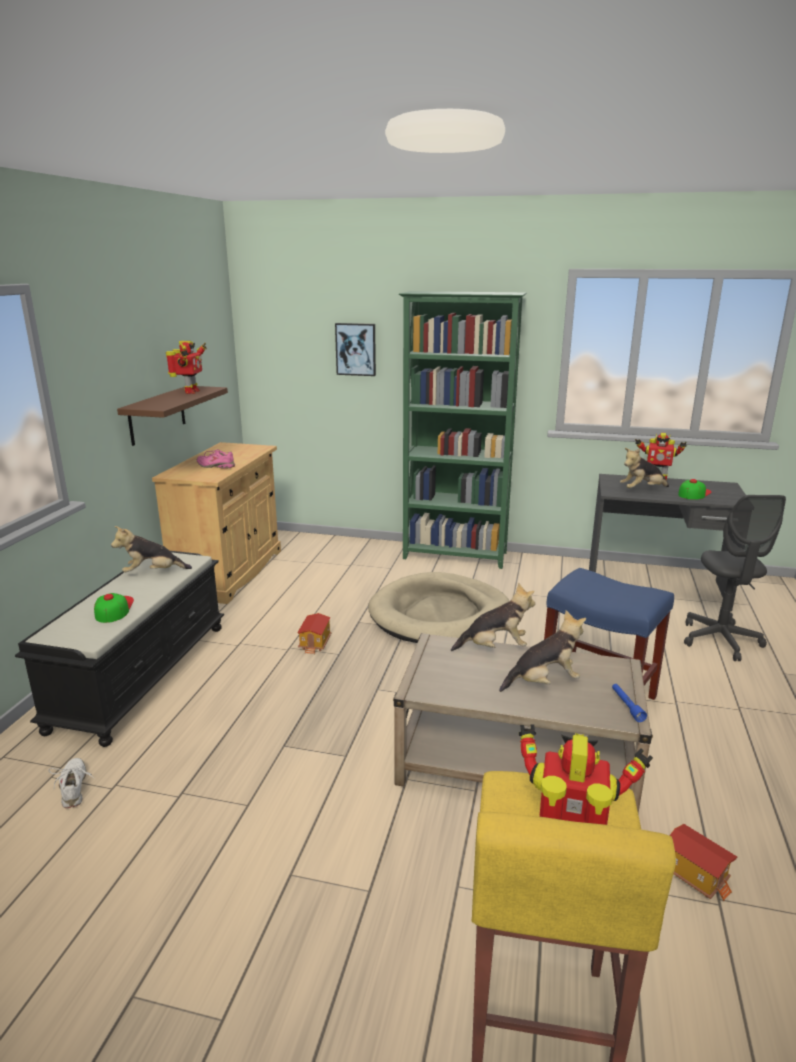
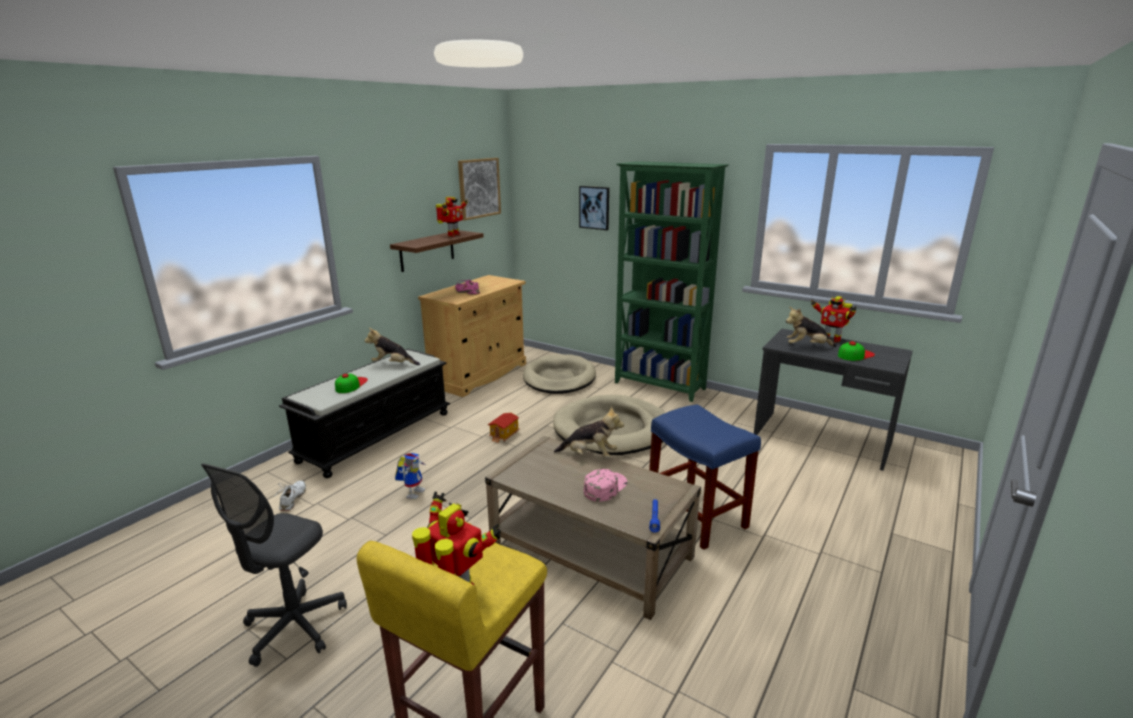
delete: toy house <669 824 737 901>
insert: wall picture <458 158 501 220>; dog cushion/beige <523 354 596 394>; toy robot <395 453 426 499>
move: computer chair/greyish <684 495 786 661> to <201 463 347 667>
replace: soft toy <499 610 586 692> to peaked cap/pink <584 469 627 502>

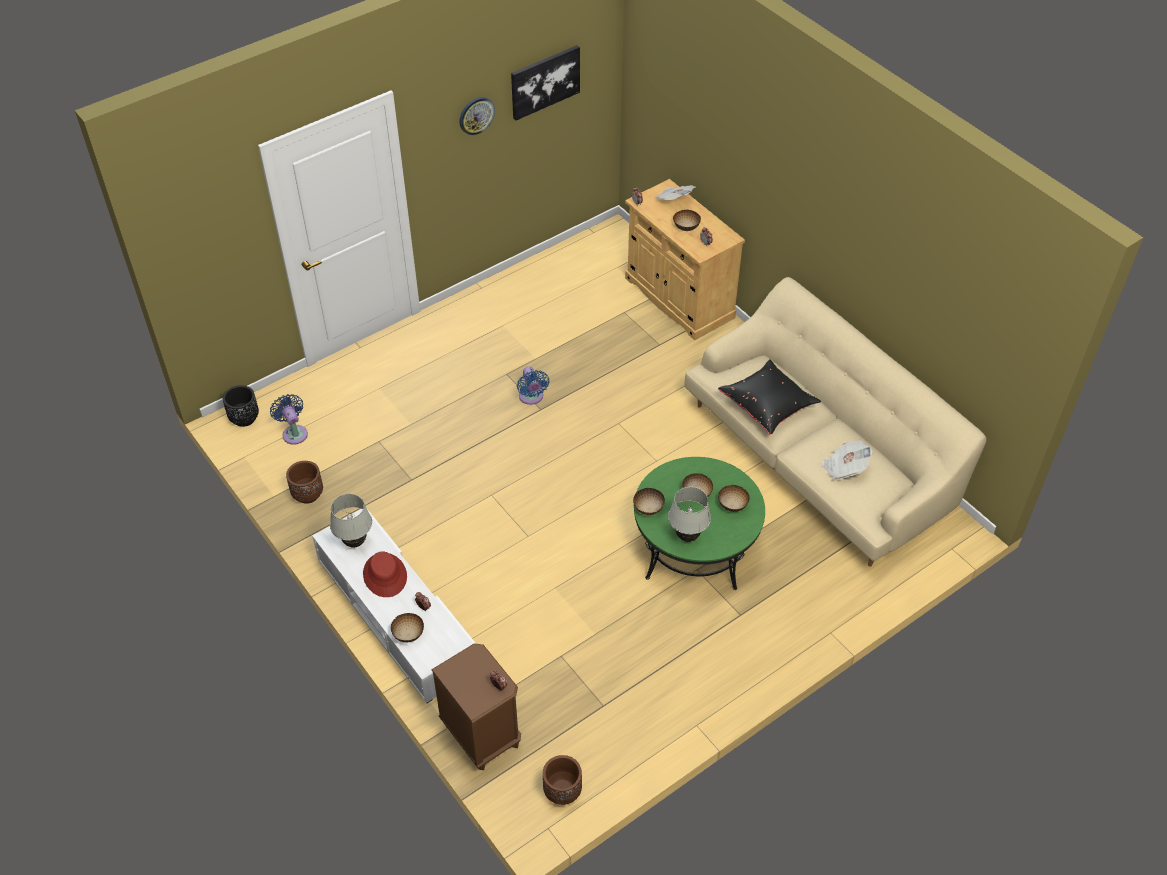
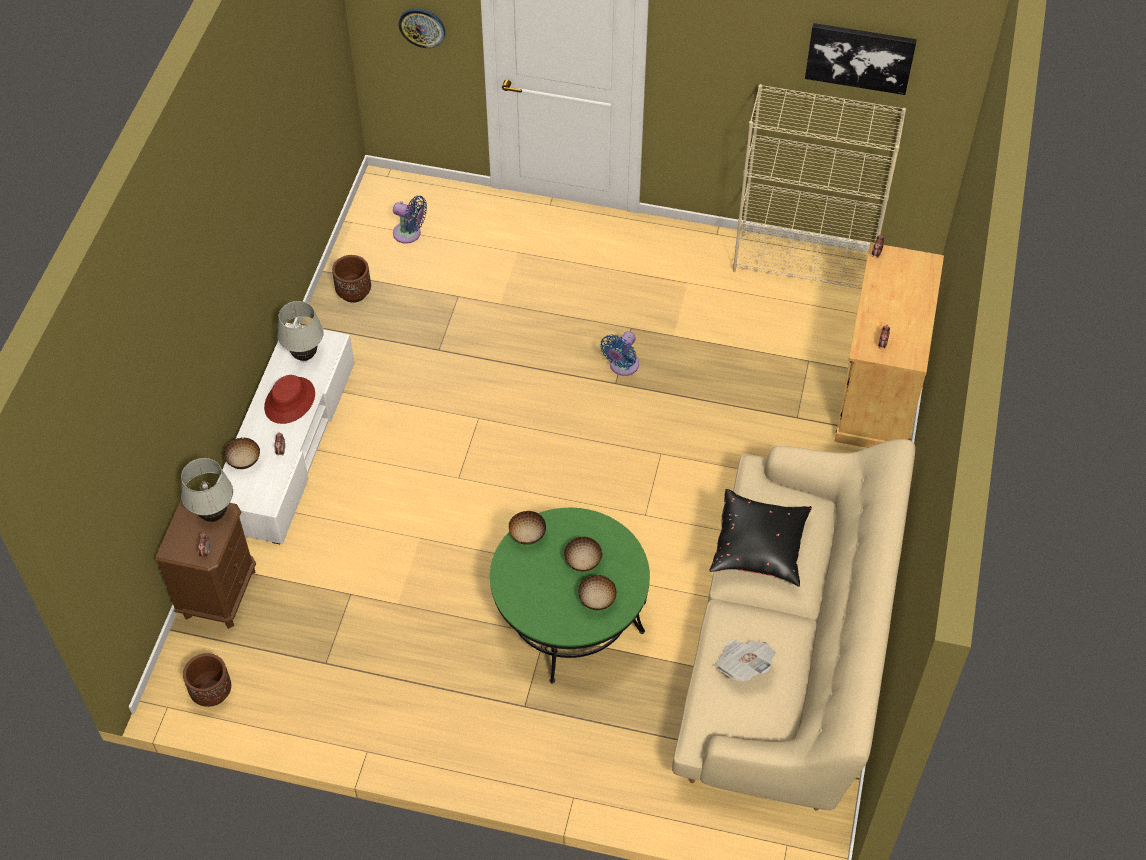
delete: printed paper <655 185 695 200>; deep dish <673 210 701 231>; planter/black-coloured <223 385 259 427>
insert: shelving unit/beige <733 84 906 289>
move: clock on the wall <460 97 495 135> to <399 8 445 48>; table lamp/white-coloured <668 487 711 542> to <181 458 233 522>
rotate: fan/blue <270 394 308 445> = <393 196 427 244> 90 degrees clockwise

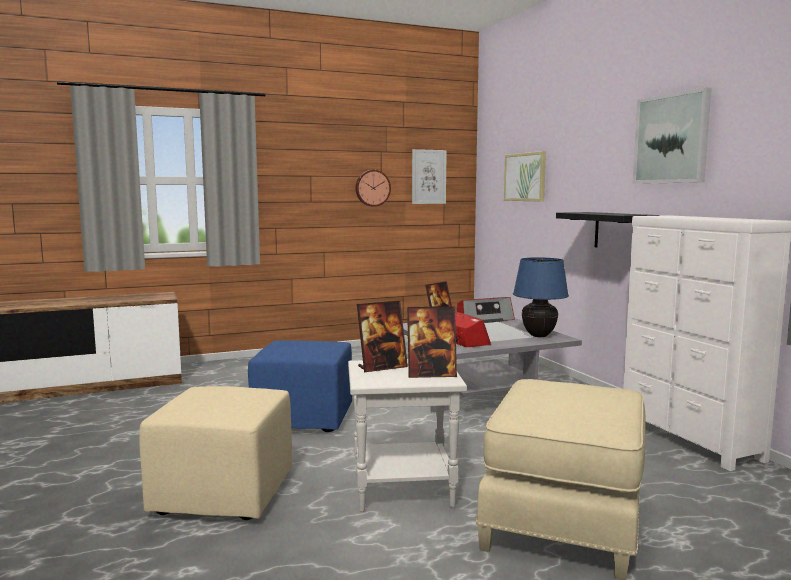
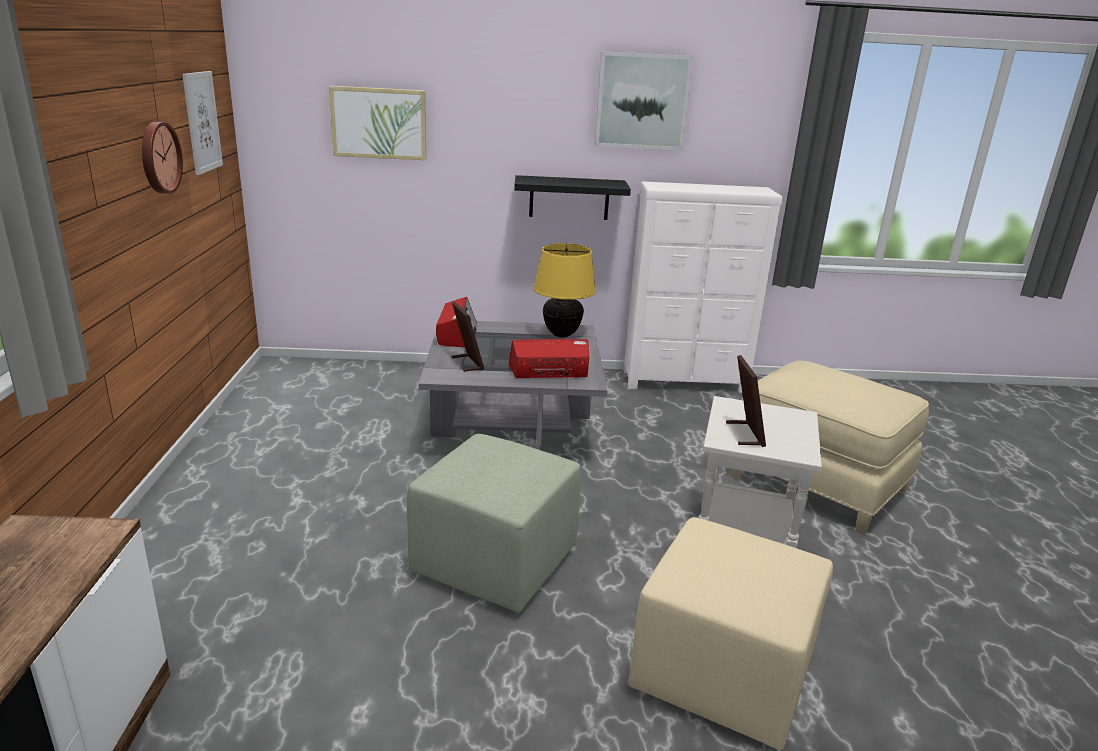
delete: photo frame <407 306 457 378>
recolor: table lamp/blue <513 257 569 337> to table lamp/yellow-coloured <533 243 596 338>; ottoman/blue <248 340 352 432> to ottoman/green <407 434 581 614>

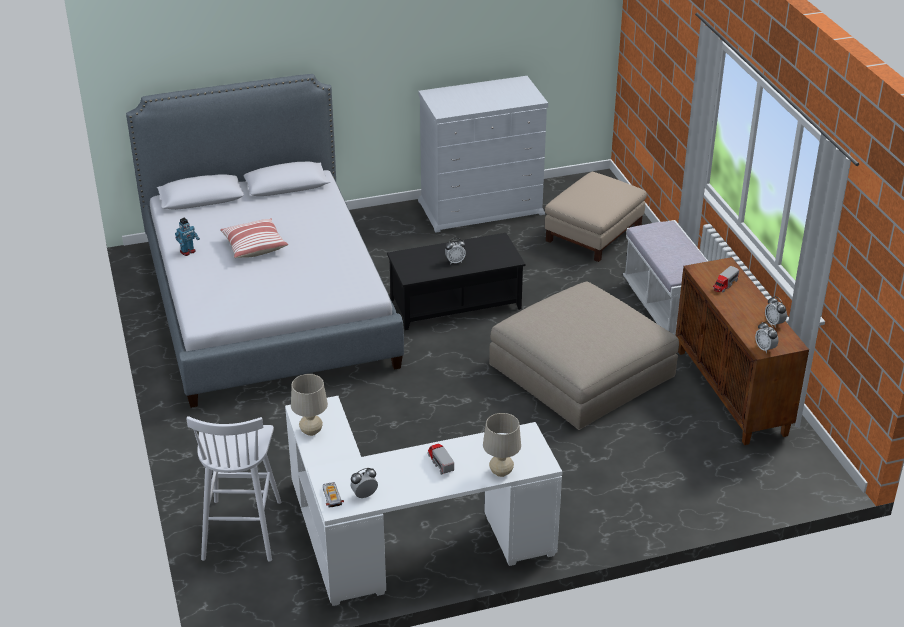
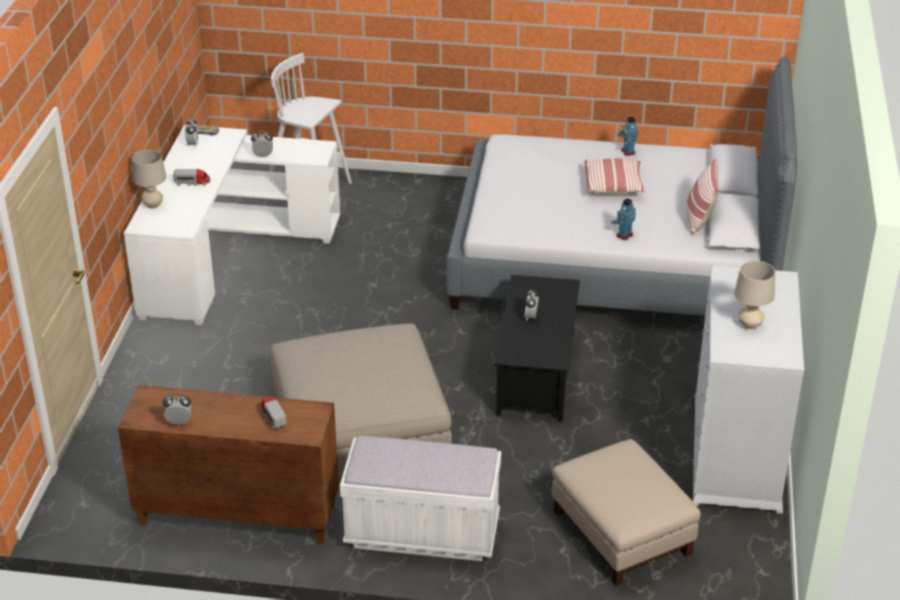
insert: pillow <686 158 719 235>; toy robot <611 198 636 240>
move: bedside clock <755 321 778 353> to <251 131 273 157>; table lamp/beige <291 374 328 436> to <734 261 775 329>

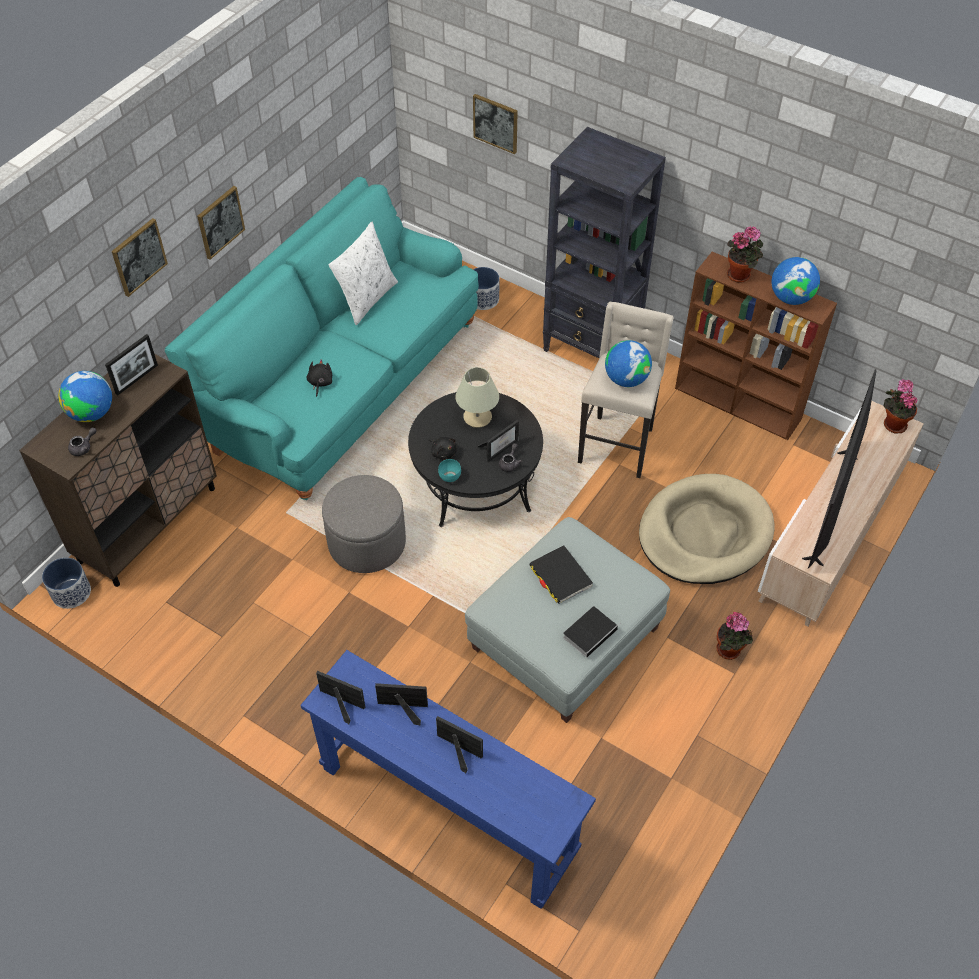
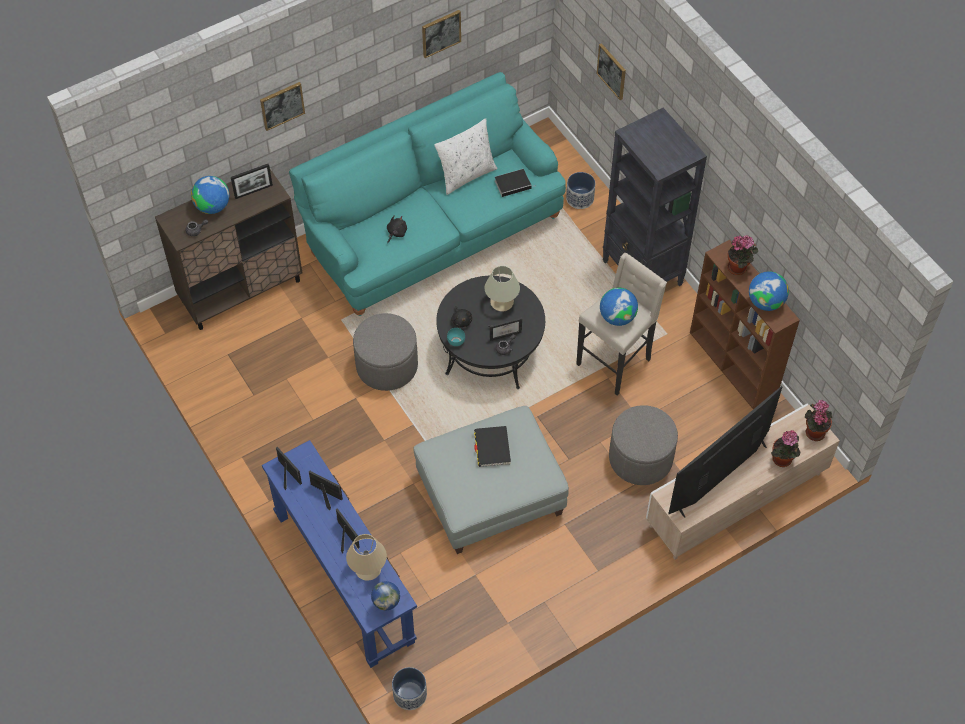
insert: table lamp/beige <346 534 387 581>; globe <371 581 400 611>
move: wall picture <197 186 245 260> to <422 10 461 58>; planter <42 557 91 609> to <392 667 427 710>; volume <563 606 621 658> to <495 169 536 197>; houseplant <716 612 753 660> to <771 430 801 467>
replace: dog cushion/beige <639 474 775 584> to ottoman/greyish <609 405 678 485>

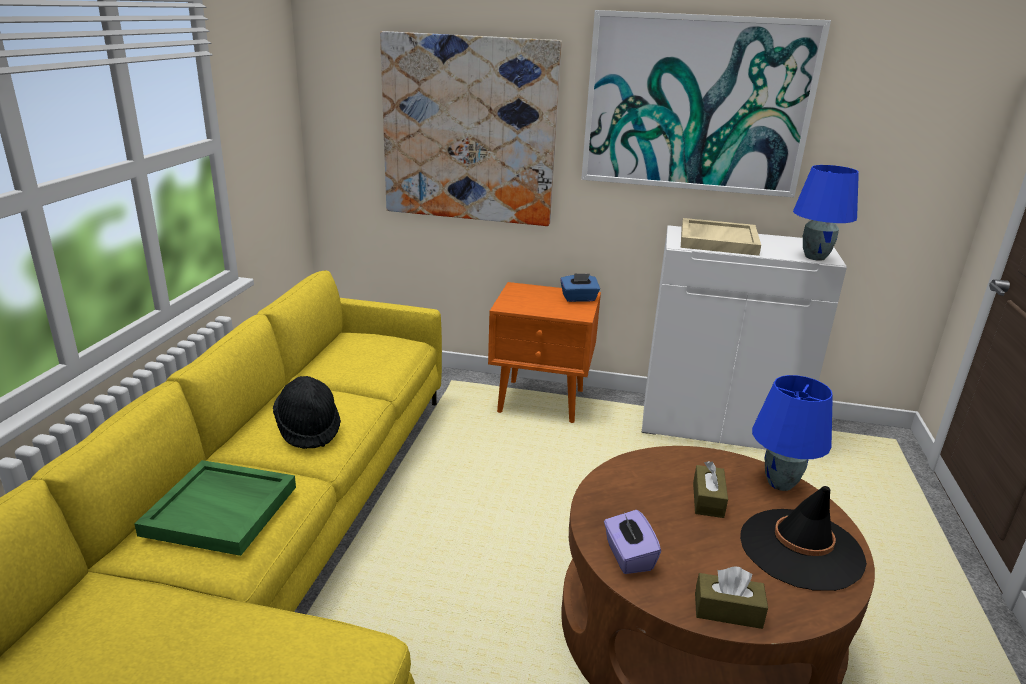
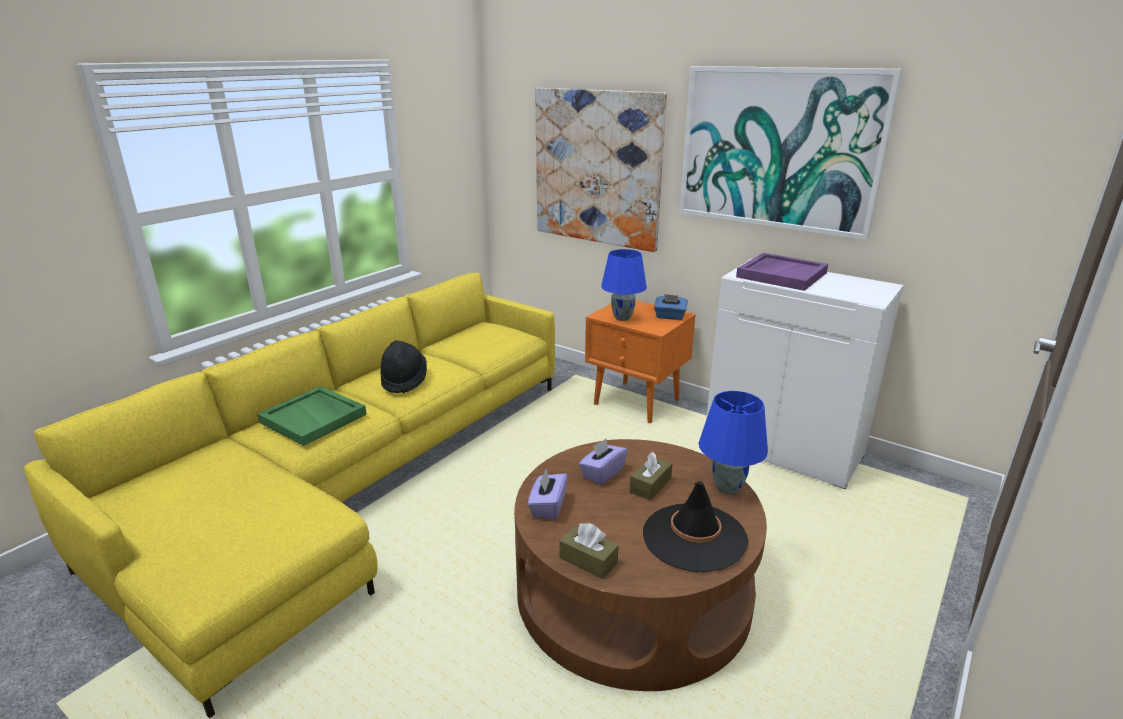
insert: tissue box/purple <579 439 627 485>
move: table lamp/blue <793 165 859 261> to <601 249 647 321>
recolor: serving tray/beige <681 218 761 256> to serving tray/purple <736 253 828 291>

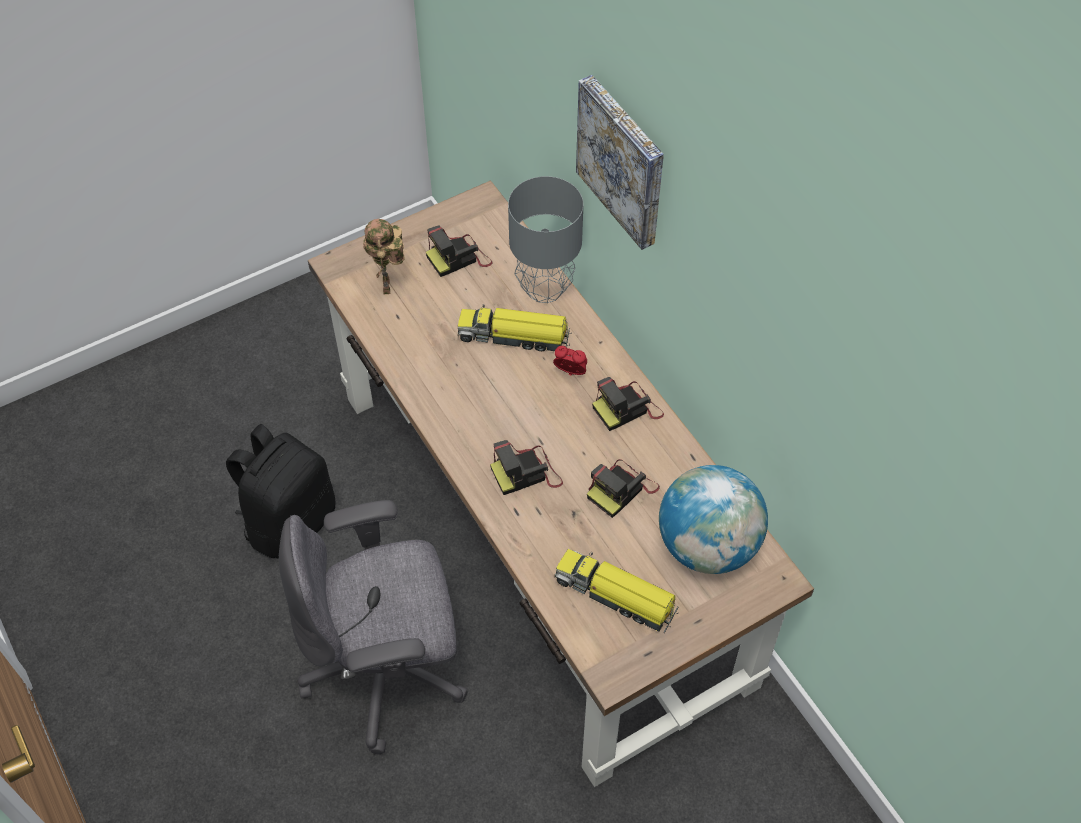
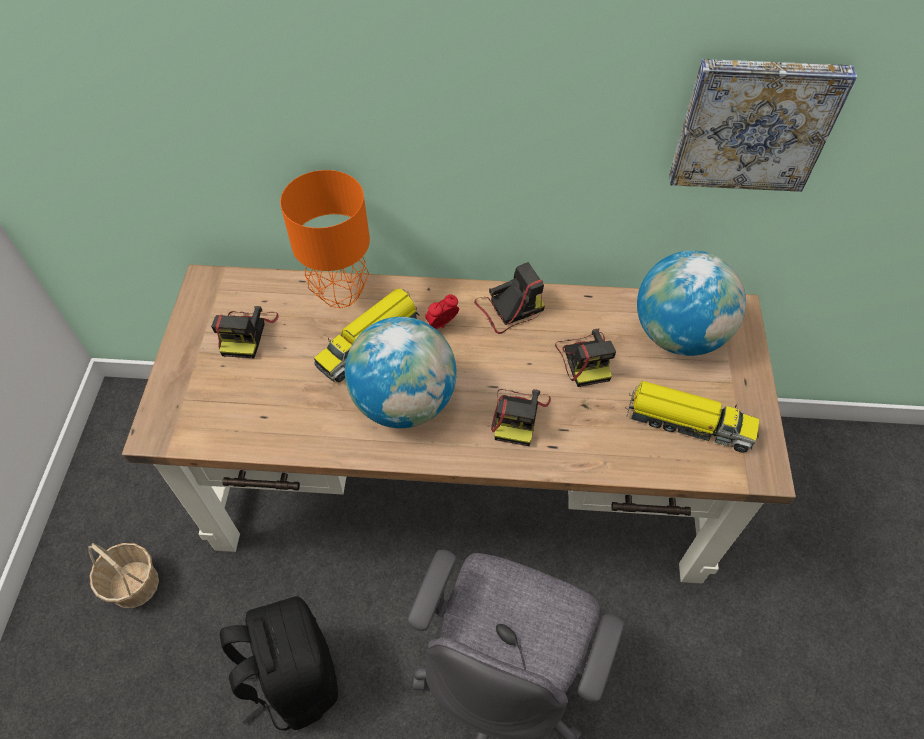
delete: toy robot <363 219 405 294>
insert: globe <345 317 457 428>; storage basket <88 543 159 608>
move: wall picture <576 75 664 250> to <669 59 857 192>
recolor: table lamp/greyish <508 176 583 303> to table lamp/orange-coloured <280 170 370 308>
rotate: photo camera <592 377 664 431> = <474 262 545 334> 120 degrees counterclockwise; toy truck <555 549 679 633> = <625 381 759 453> 135 degrees counterclockwise

